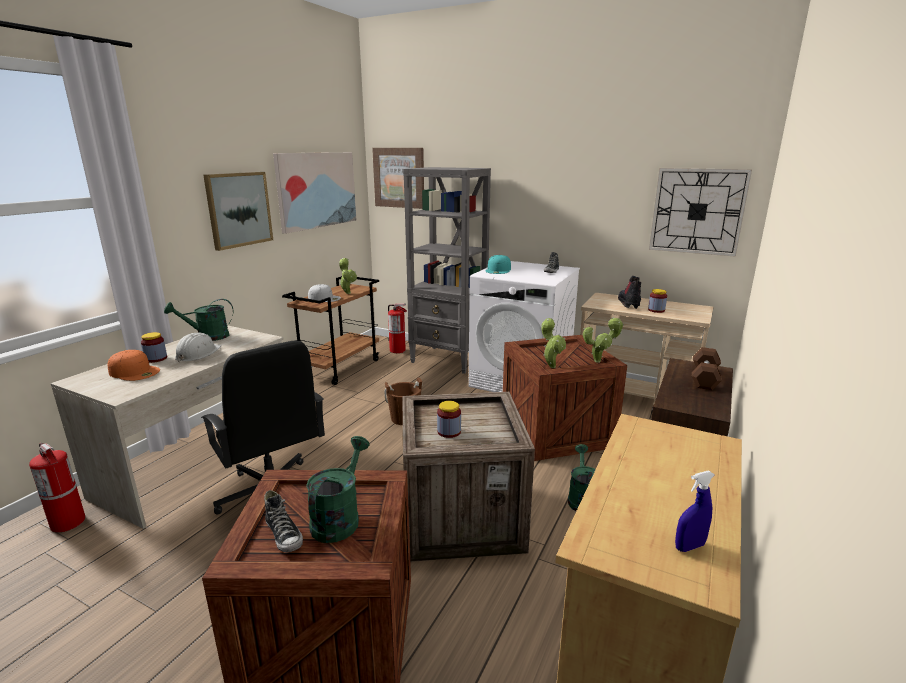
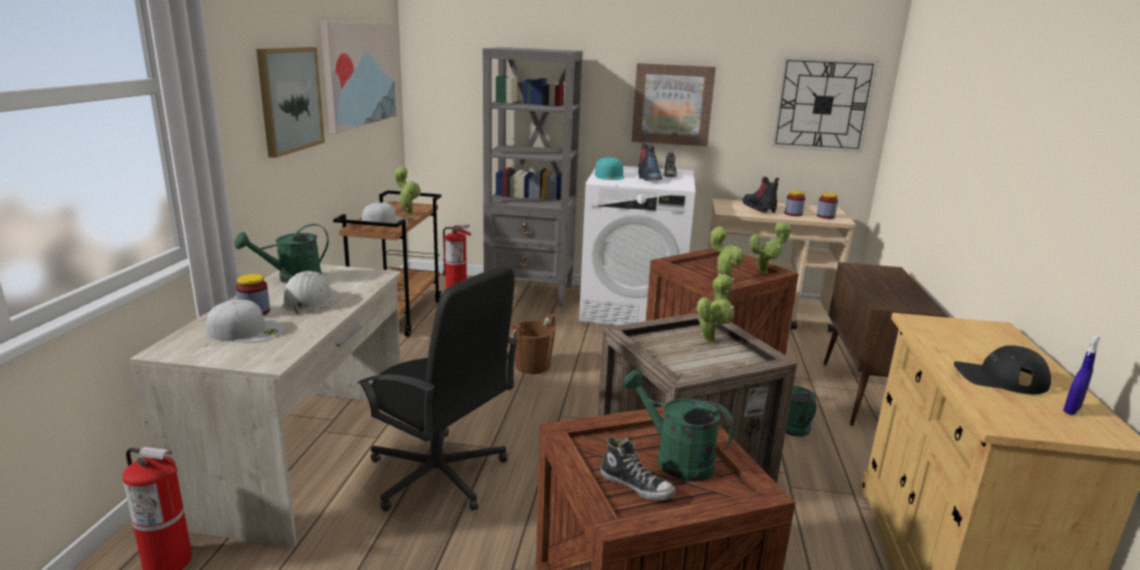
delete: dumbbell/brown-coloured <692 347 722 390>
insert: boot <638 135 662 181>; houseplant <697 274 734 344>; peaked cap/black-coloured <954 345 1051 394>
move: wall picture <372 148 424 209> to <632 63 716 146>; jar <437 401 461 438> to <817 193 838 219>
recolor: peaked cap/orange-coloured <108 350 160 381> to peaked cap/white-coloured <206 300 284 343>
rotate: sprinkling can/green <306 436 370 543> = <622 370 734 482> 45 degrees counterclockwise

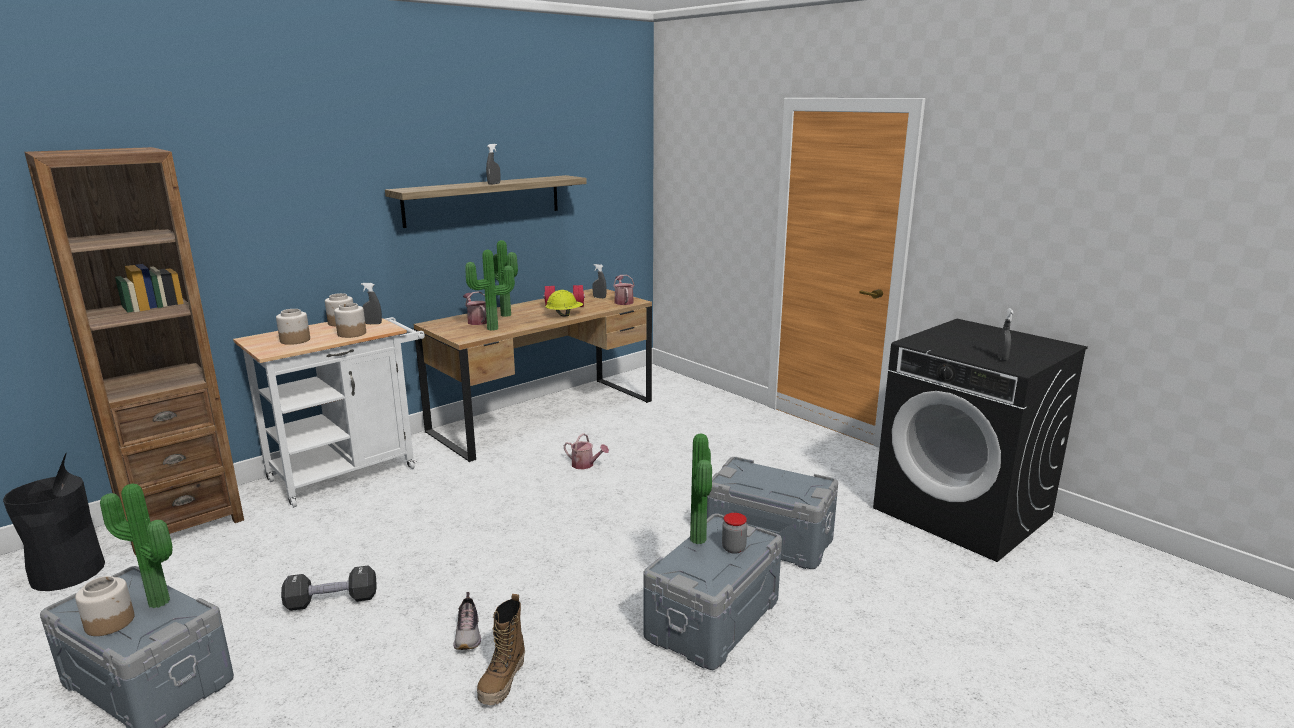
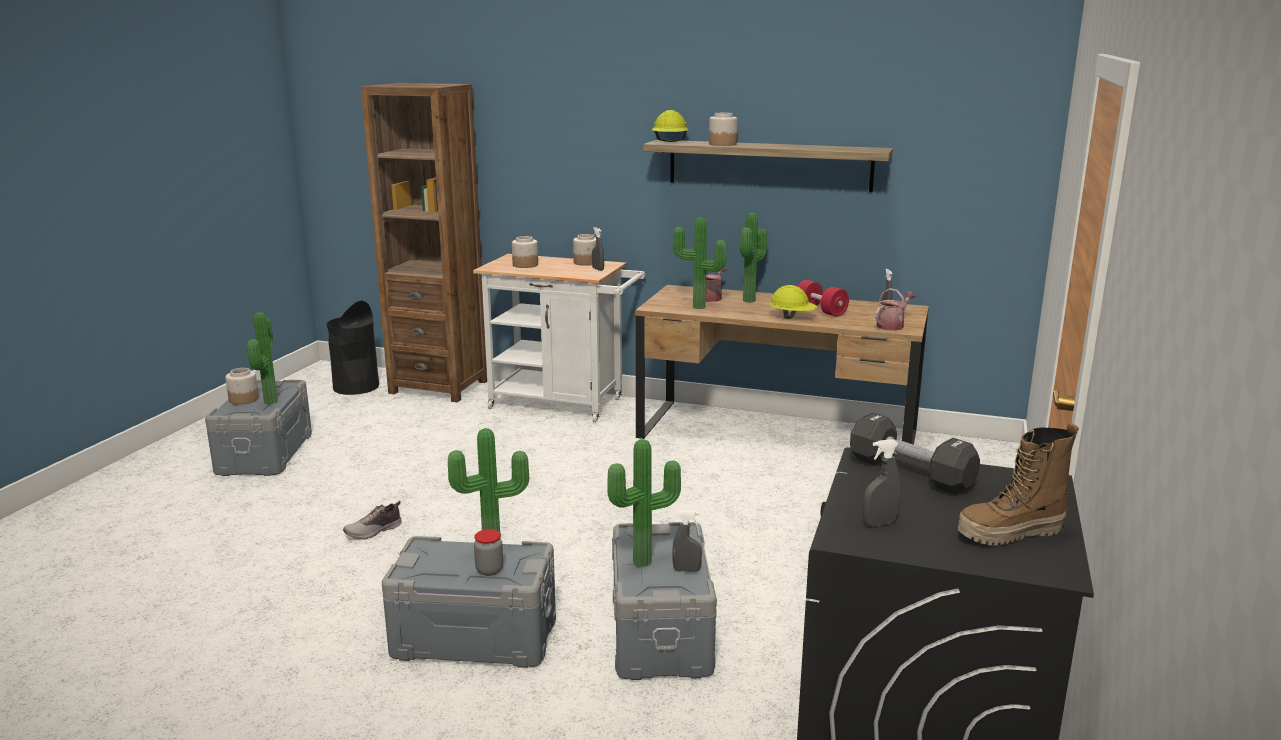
delete: sprinkling can <564 433 609 470>
insert: work helmet/yellow-coloured <652 110 689 142>; houseplant <607 439 681 567>
move: hand sprayer/greyish <486 144 501 185> to <672 511 702 572>; jar <334 303 366 338> to <709 113 737 146>; dumbbell/black-coloured <281 565 376 611> to <850 412 980 494>; boot <477 594 525 705> to <958 423 1079 545>

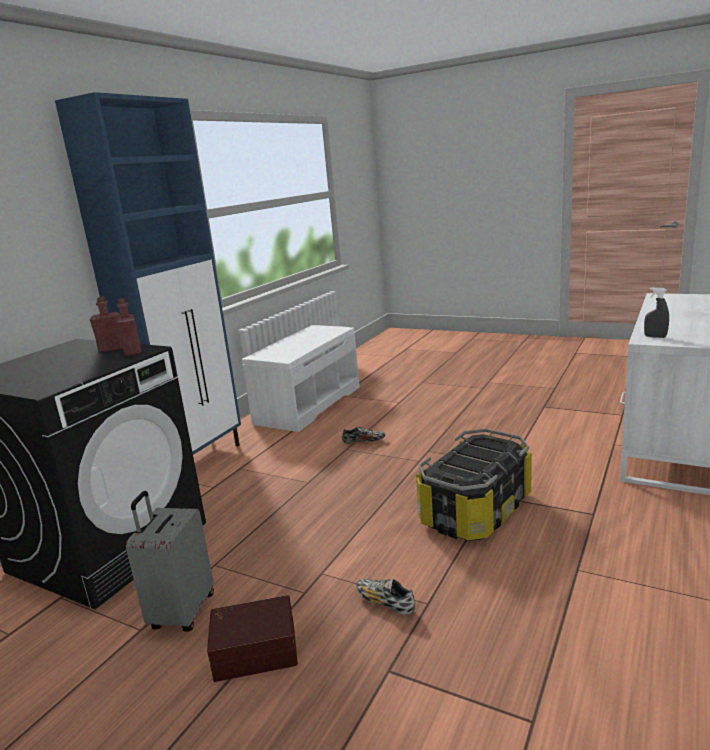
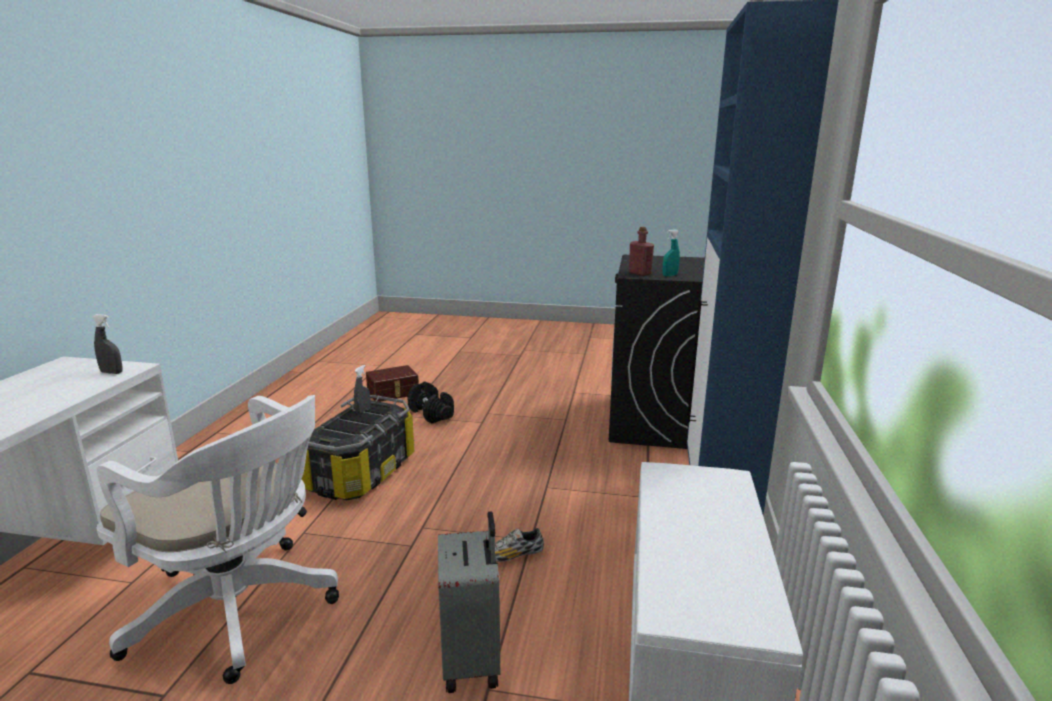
insert: hand sprayer/greyish <354 365 371 414>; computer chair/white-coloured <97 395 339 684>
move: suitcase/greyish <126 491 214 632> to <438 511 500 693>; storage bin/brown-coloured <207 595 298 682> to <366 365 419 402>
replace: bottle/red-coloured <90 297 123 352> to hand sprayer/turquoise-coloured <663 229 680 276>; item of footwear <356 579 415 615> to dumbbell/black-coloured <407 381 454 424>

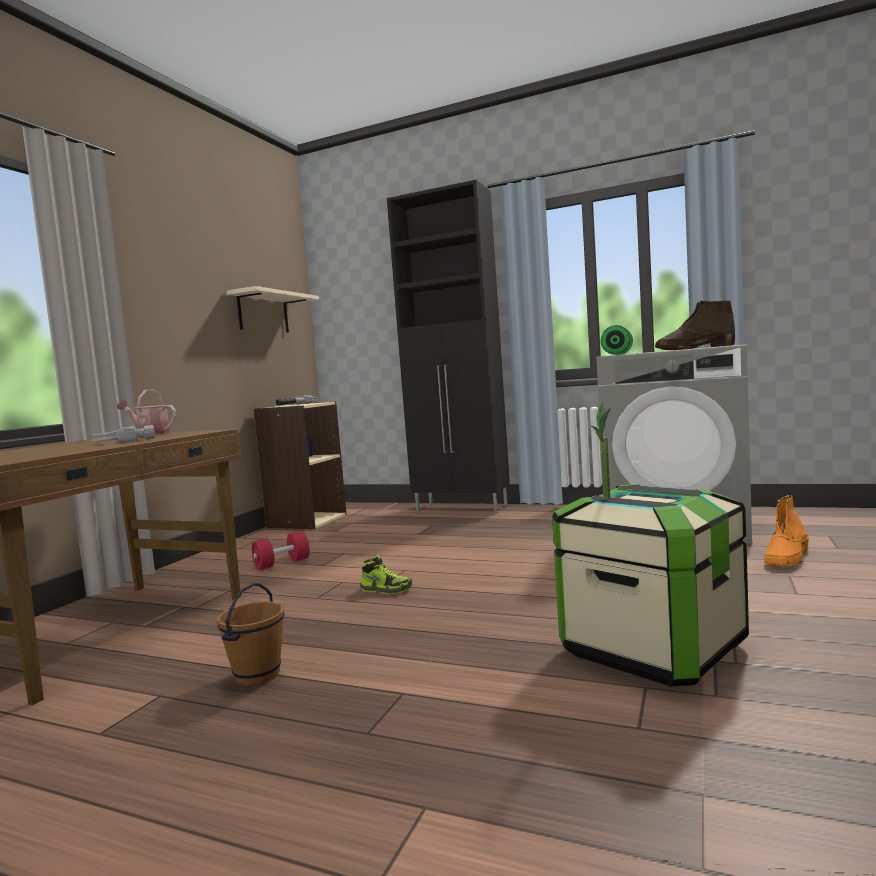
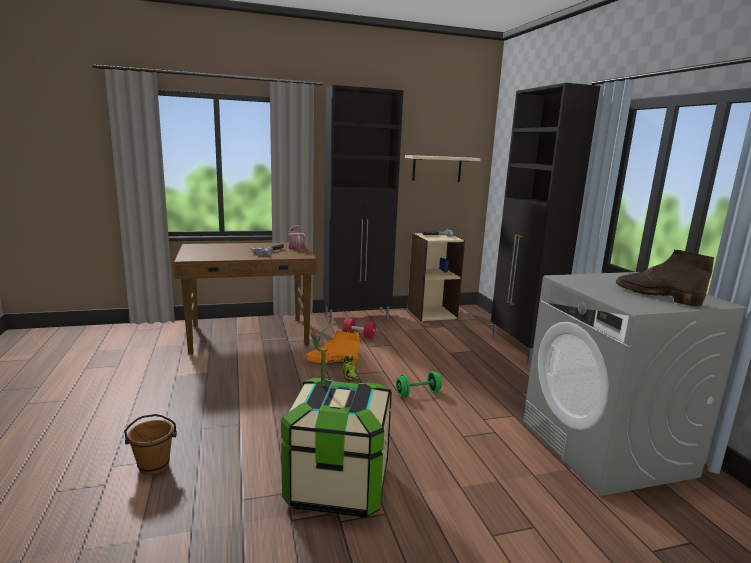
insert: cupboard/black-coloured <323 85 404 323>
move: dumbbell/green <601 325 633 355> to <396 371 442 397>; boot/orange-coloured <764 495 808 566> to <305 331 359 364>; pail/brown-coloured <217 583 285 686> to <124 414 177 475>

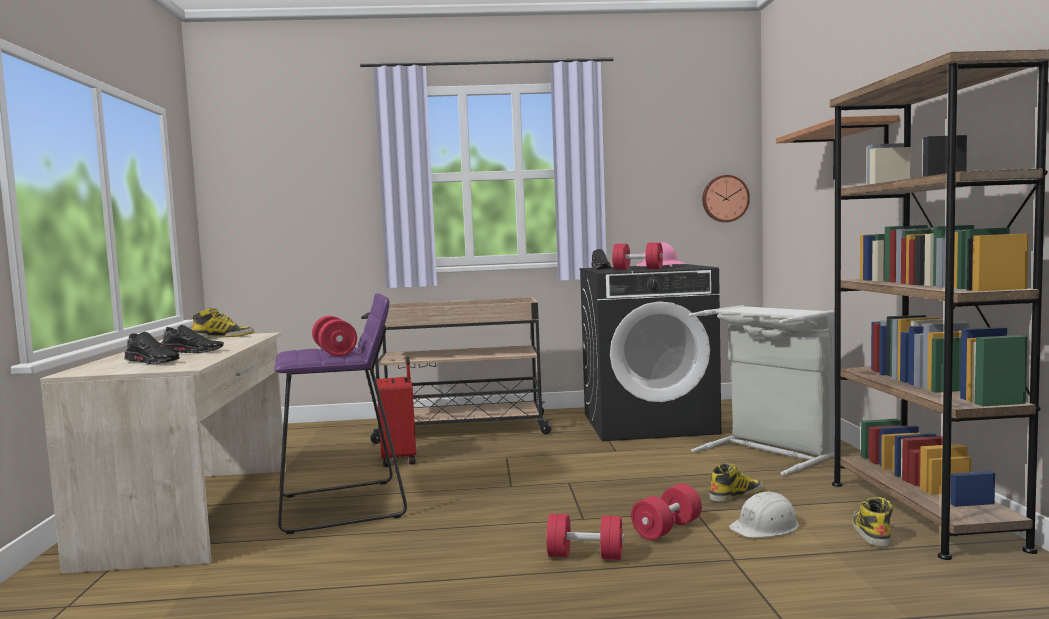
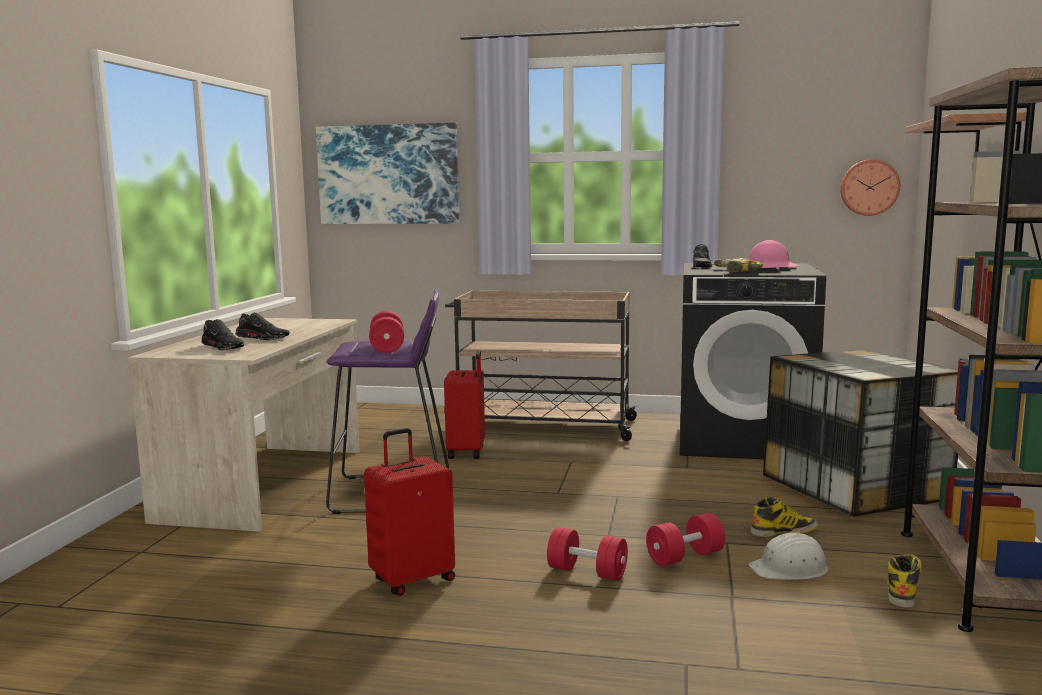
delete: boot <192 308 254 338>
insert: wall picture <316 123 459 224>; suitcase/red-coloured <364 428 455 596>
replace: dumbbell/red-coloured <612 242 663 270> to drill <712 258 763 273>; laundry basket/greyish <689 305 835 476> to storage bin <763 349 958 517>

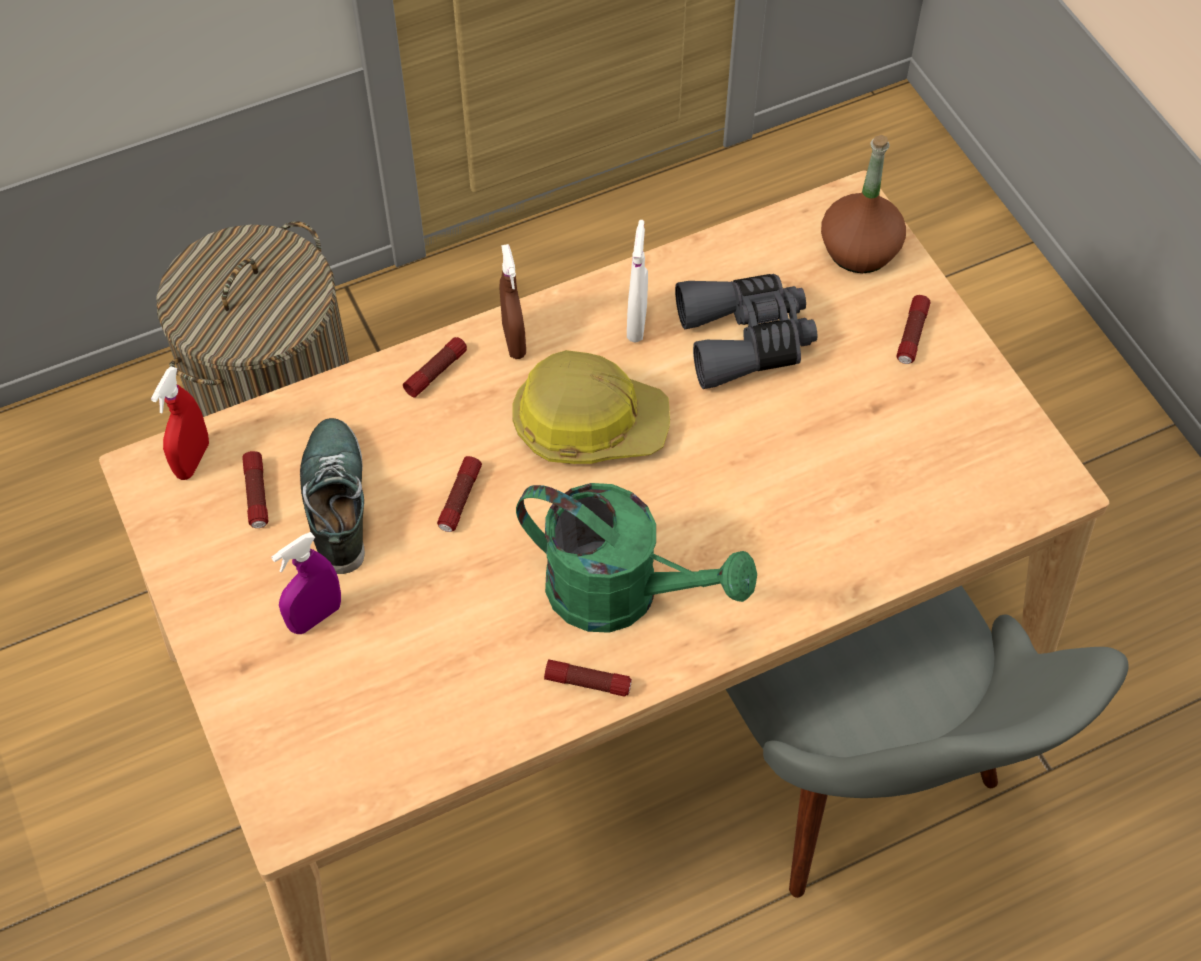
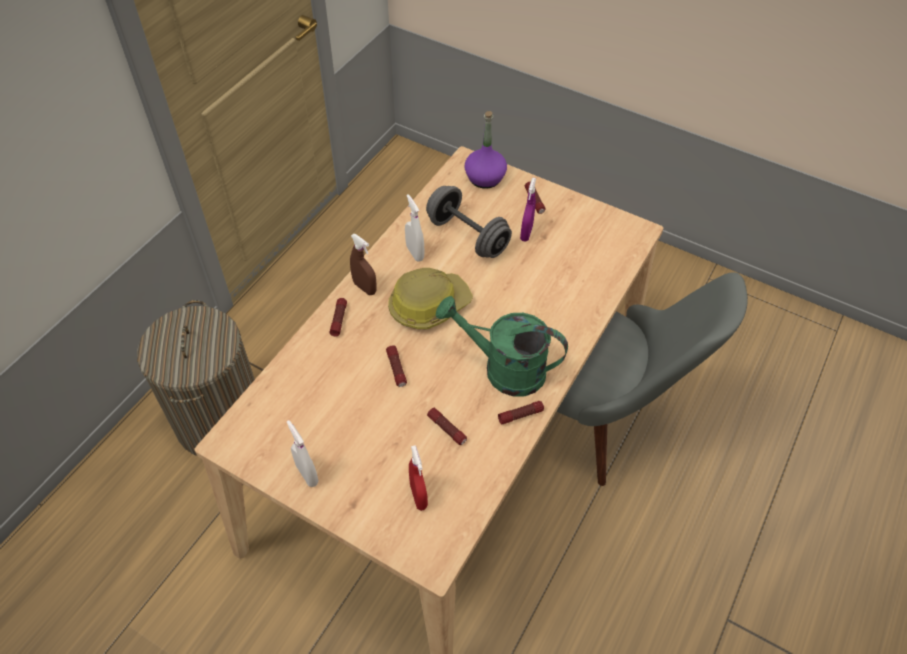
delete: item of footwear <300 418 365 574>
insert: hand sprayer/white-coloured <287 420 318 487>
move: hand sprayer/red-coloured <151 366 209 480> to <409 445 428 511>; flashlight <242 451 268 528> to <427 407 467 445>; hand sprayer/purple <271 532 341 634> to <520 178 536 241>
replace: pair of binoculars/greyish <675 274 818 389> to dumbbell/greyish <426 186 512 258>
recolor: bottle/brown-coloured <821 135 906 273> to bottle/purple <465 111 507 189>
rotate: sprinkling can/green <516 483 757 633> = <436 296 568 397> 150 degrees counterclockwise

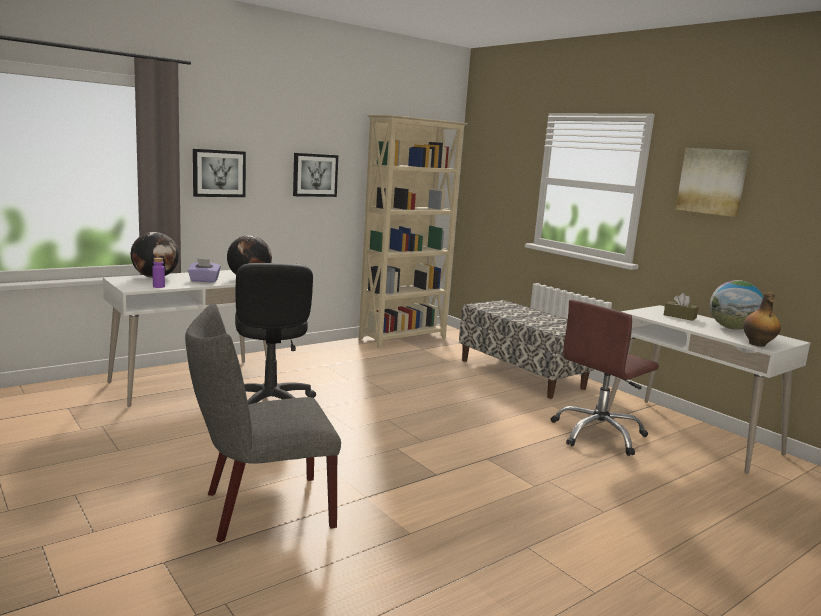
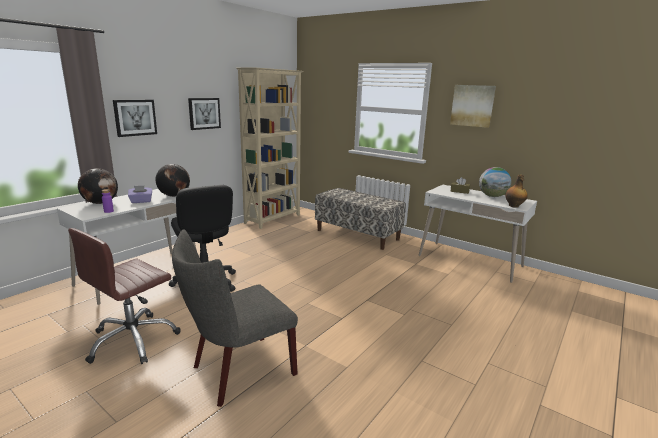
move: computer chair/brown-coloured <551 299 659 456> to <68 228 180 364>

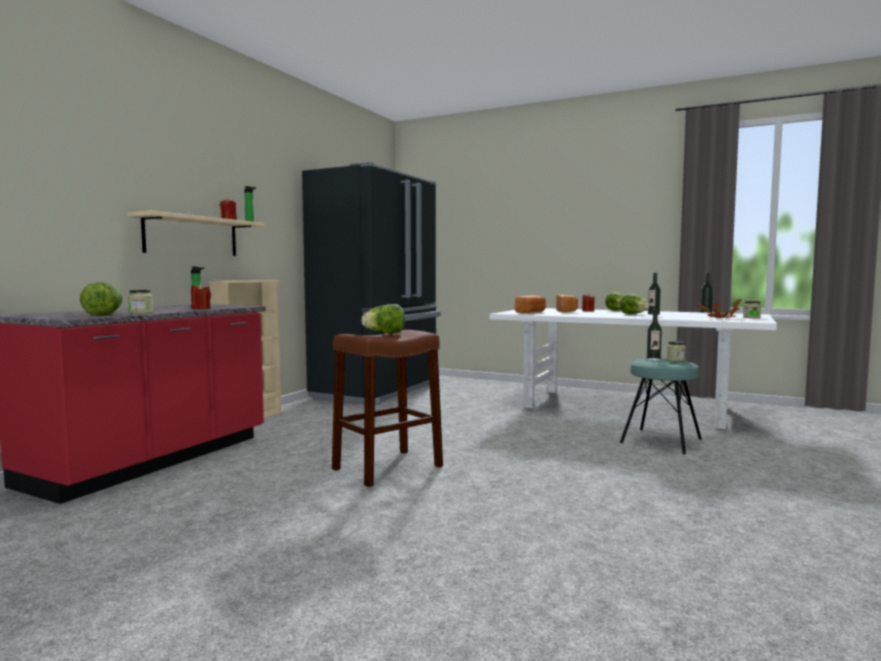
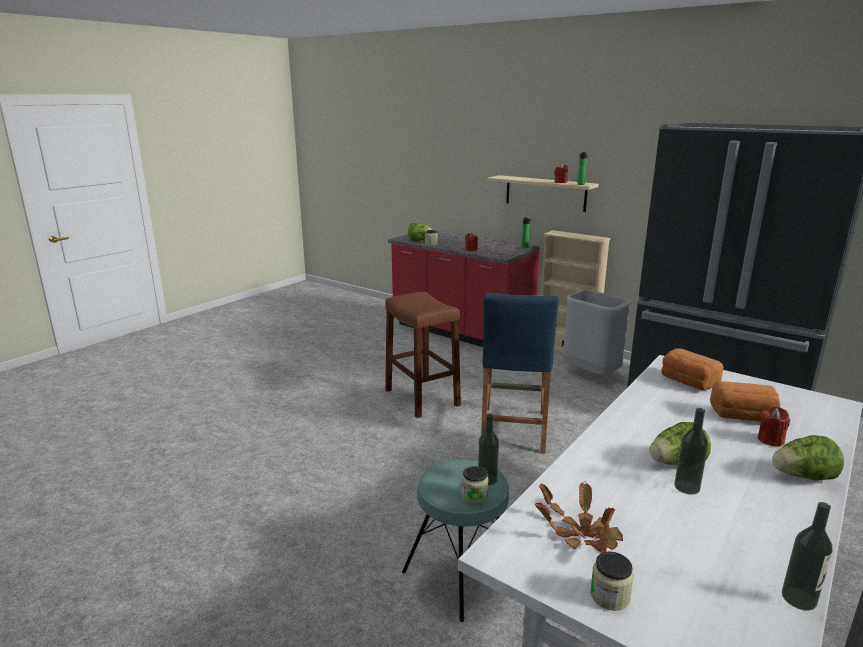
delete: head of lettuce <361 304 405 334>
insert: rubbish bin/greyish <563 290 632 375>; stool seat/blue <481 292 559 454>

